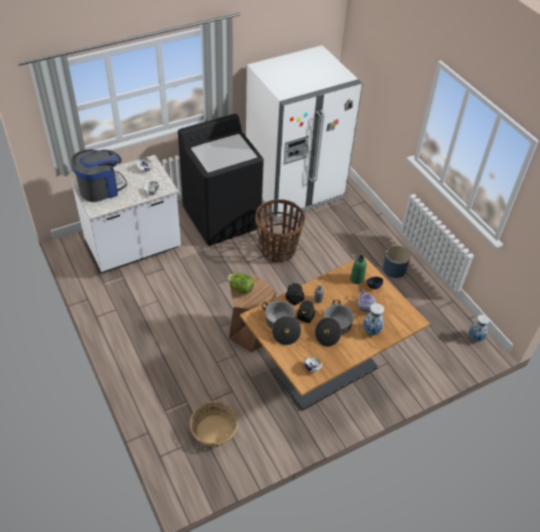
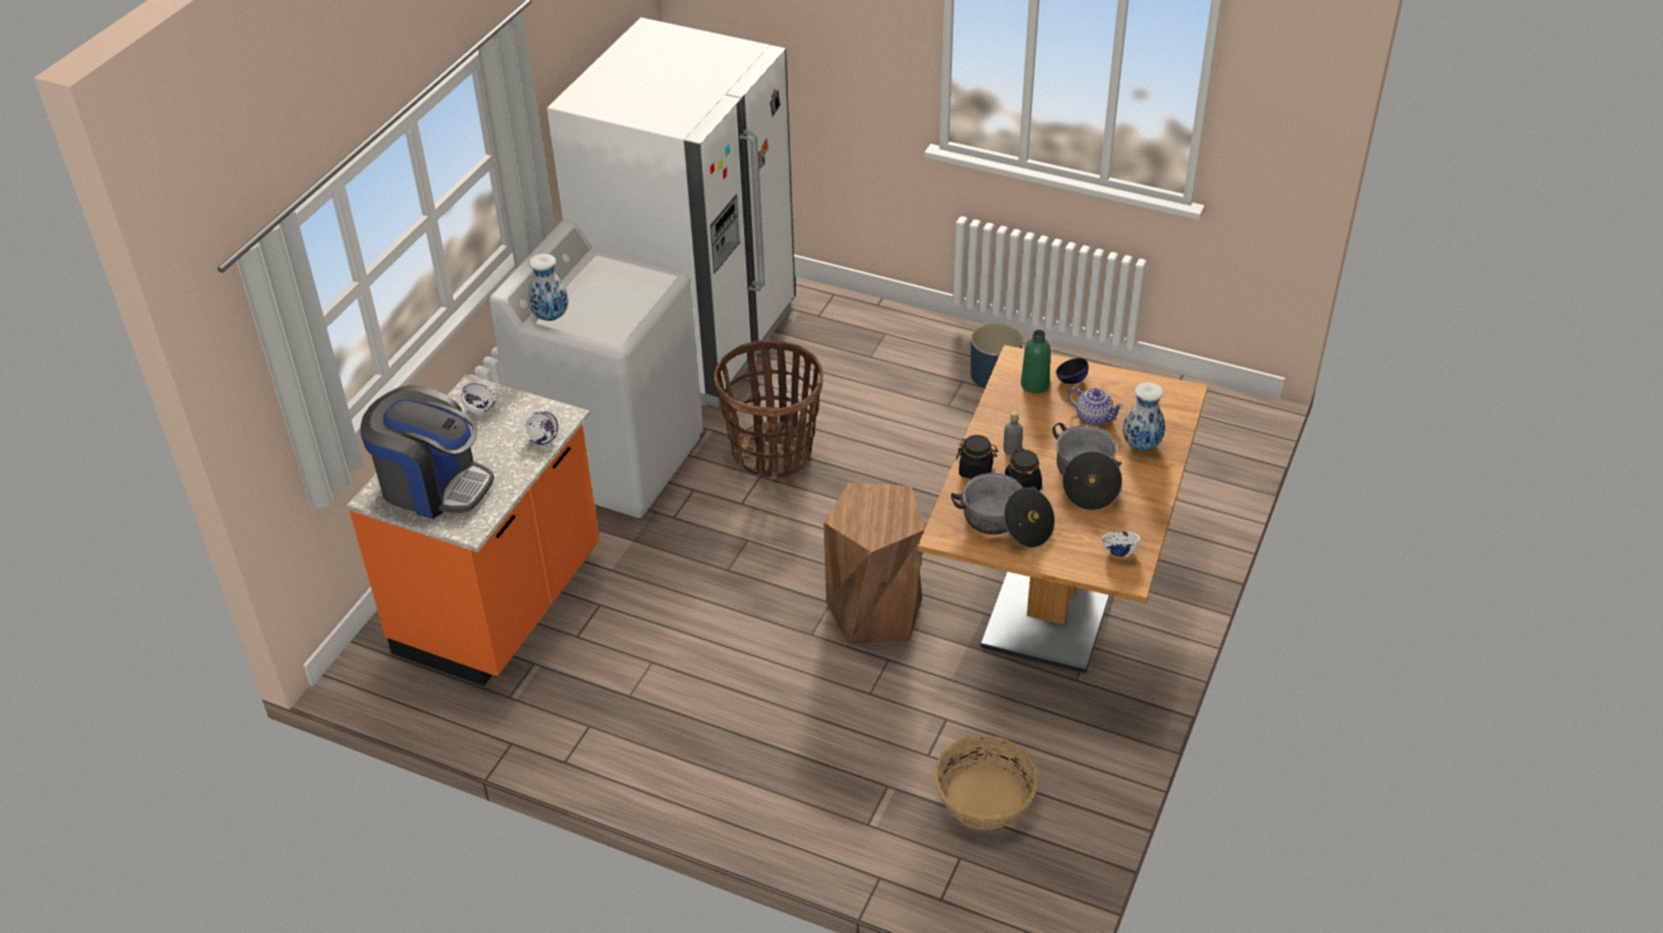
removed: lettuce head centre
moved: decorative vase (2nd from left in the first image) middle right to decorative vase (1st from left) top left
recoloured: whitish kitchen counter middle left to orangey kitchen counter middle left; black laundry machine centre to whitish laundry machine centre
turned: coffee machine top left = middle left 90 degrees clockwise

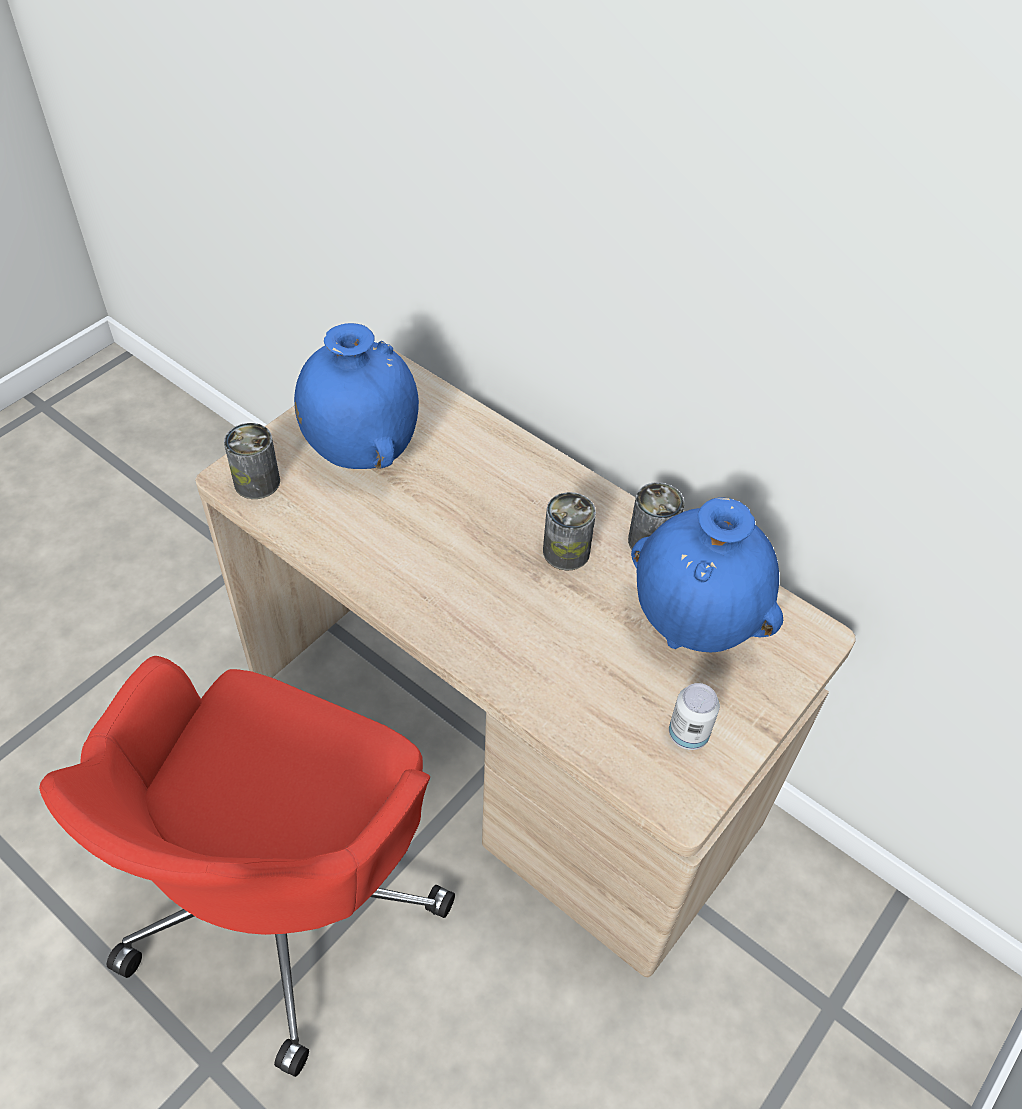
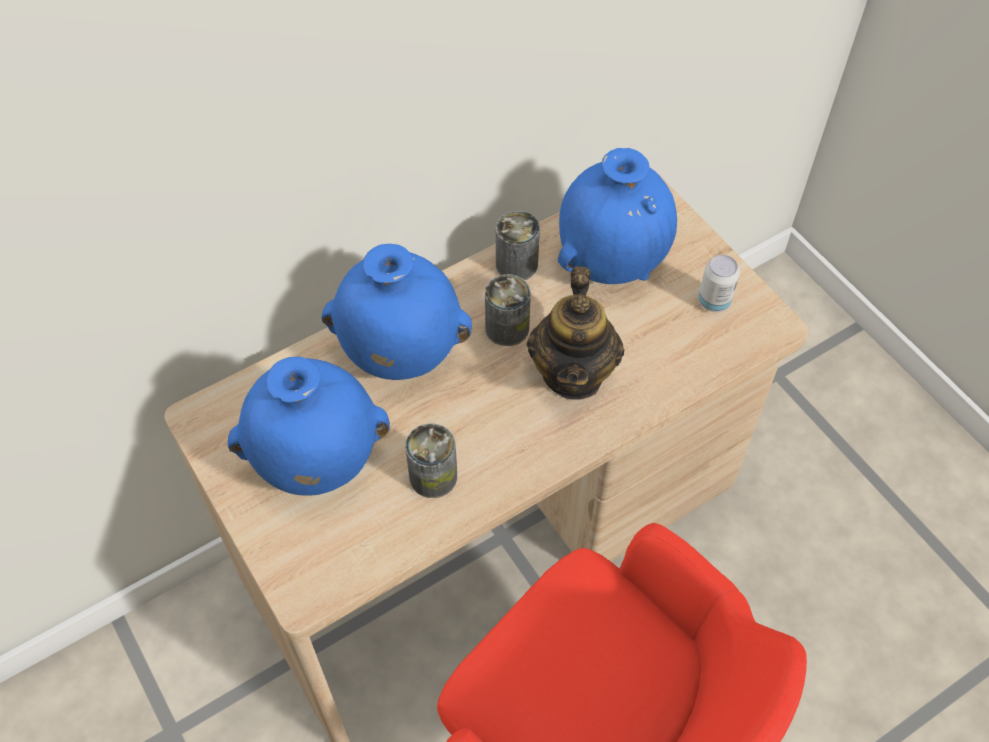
added: blue-coloured decorative vase (2nd from left) centre; tea pot centre
moved: can (1st from left) middle left to centre

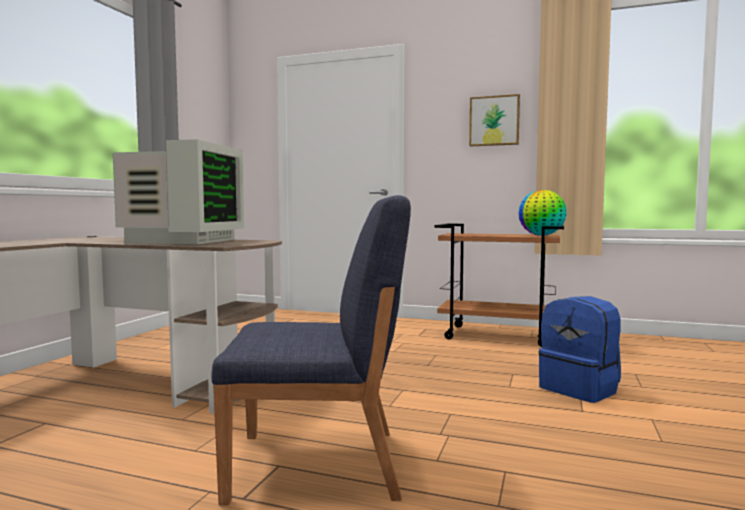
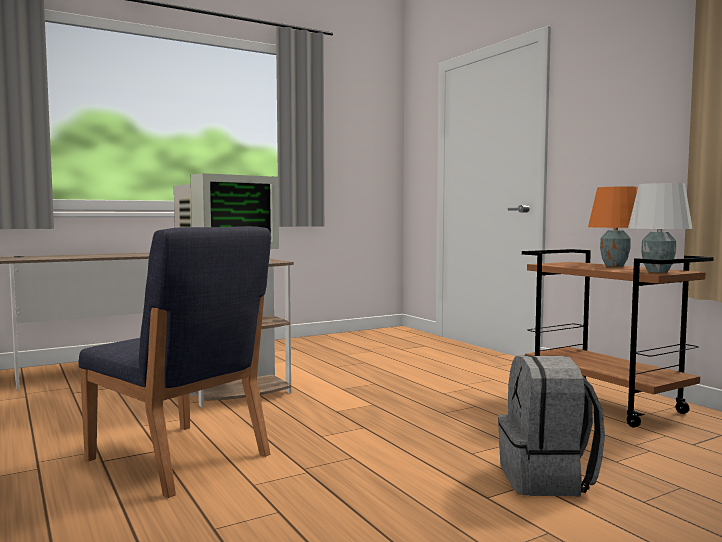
removed: wall picture top centre
added: orangey table lamp middle right
replaced: desk globe middle right to whitish table lamp middle right
recoloured: blue-coloured backpack bottom right to gray backpack bottom right

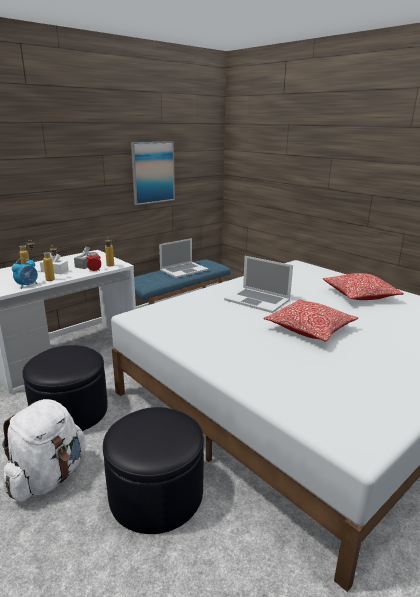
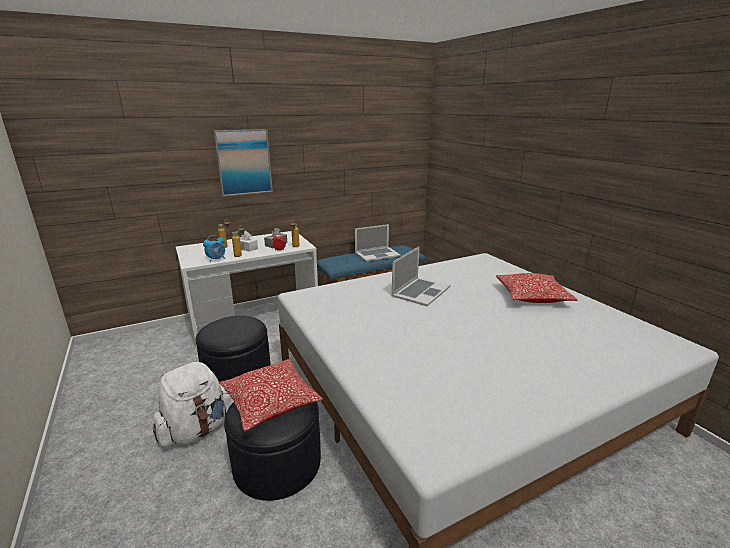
moved: wall picture top centre to top left; throw pillow (1st from left) middle right to bottom centre
turned: laptop (2nd from left) centre = centre 105 degrees counterclockwise

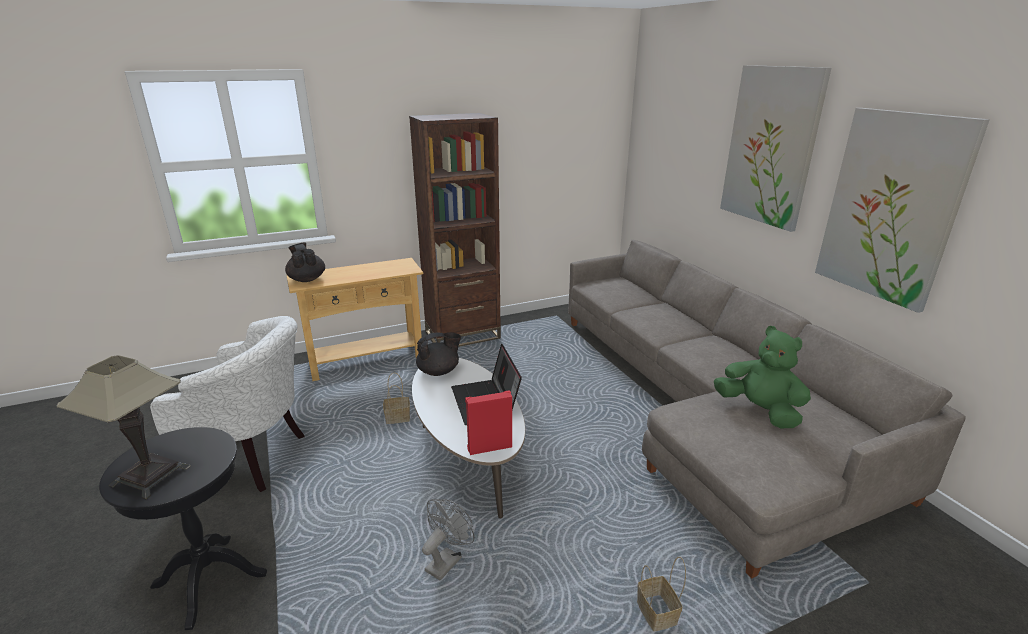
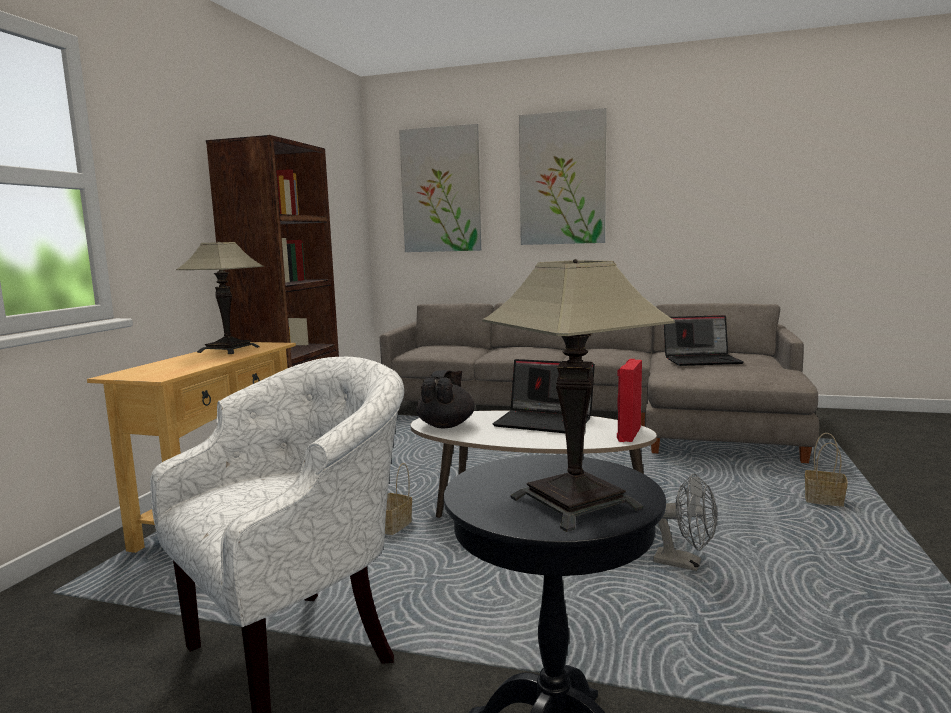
removed: black tea pot (1st from left) middle left
added: table lamp (1st from left) middle left
moved: wall picture (2nd from left in the first image) top right to wall picture (1st from left) top centre
replaced: green cuddly toy middle right to laptop (2nd from left) middle right
turned: gray electric fan bottom centre = bottom right 135 degrees clockwise

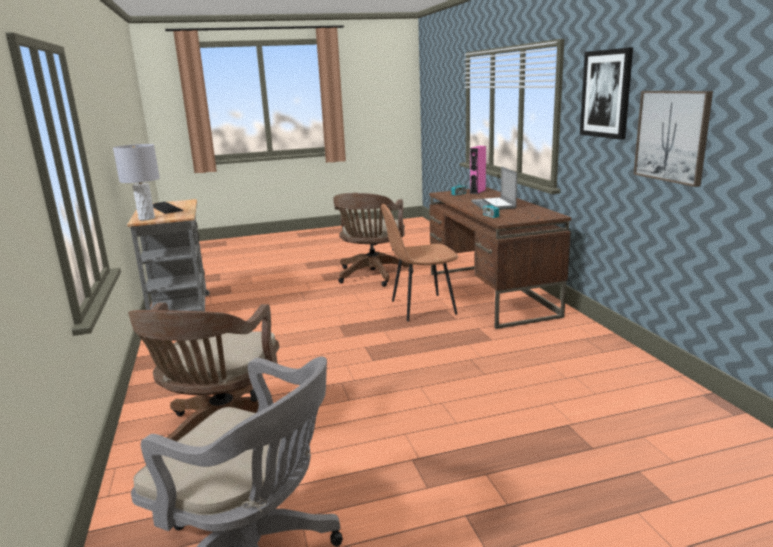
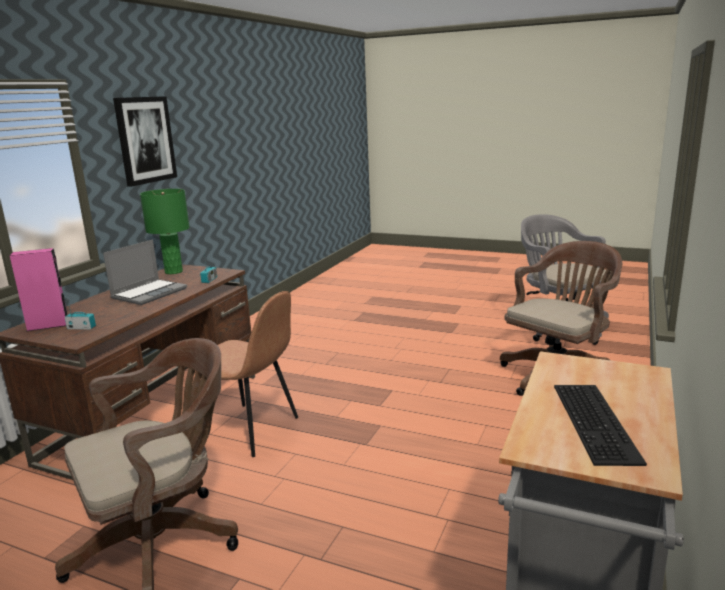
removed: gray table lamp top left; wall picture (2nd from left) top right
added: green table lamp middle left

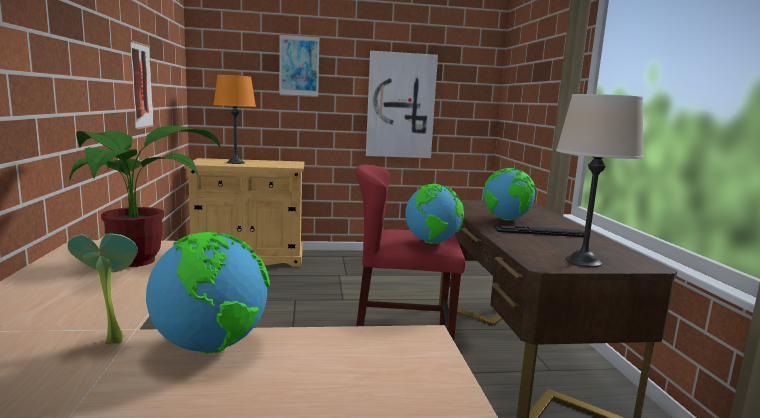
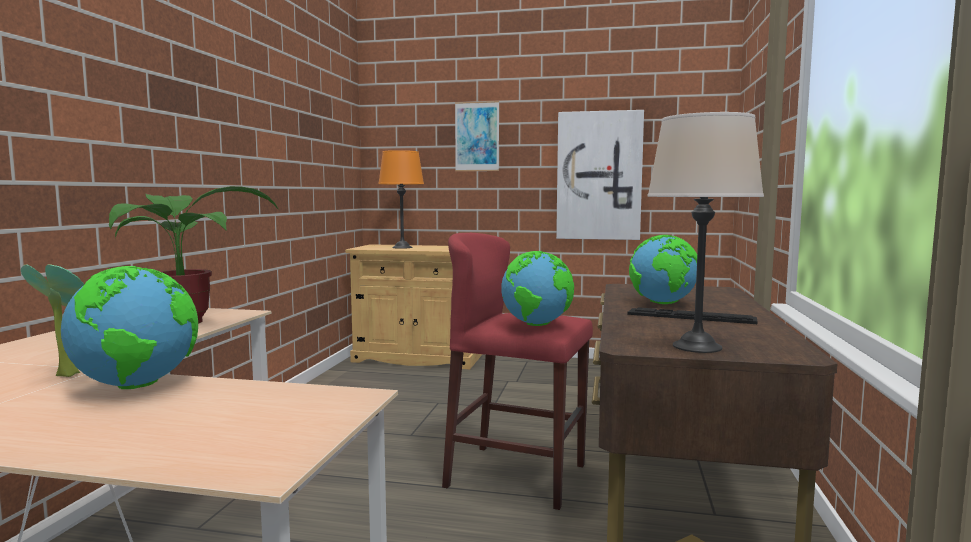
removed: wall picture (1st from left) top left

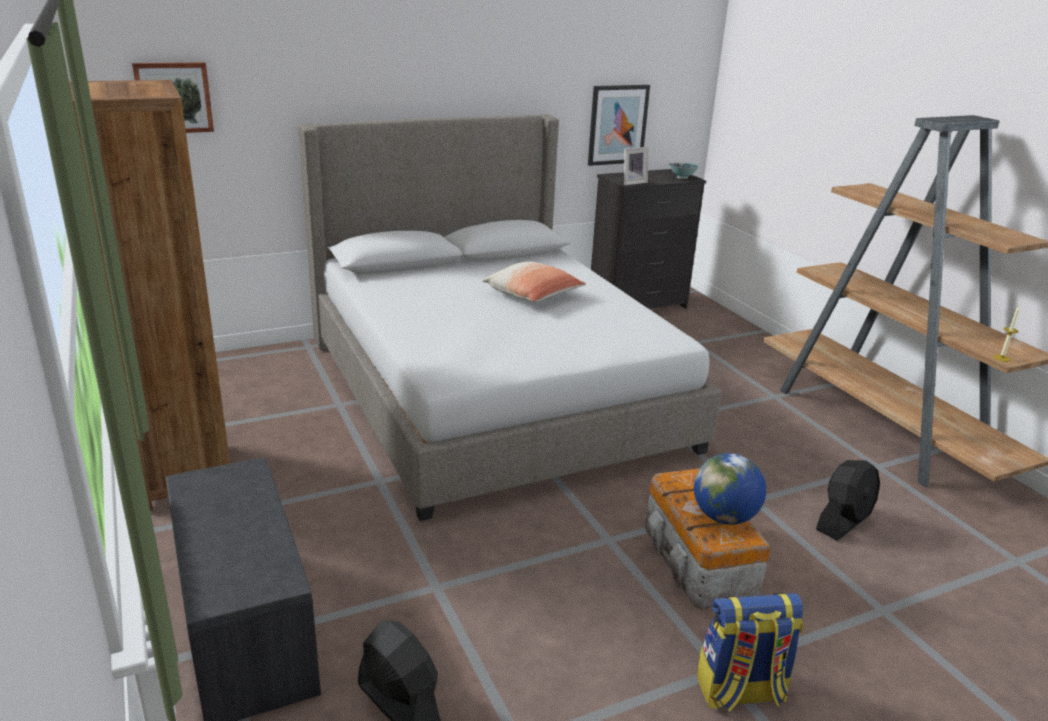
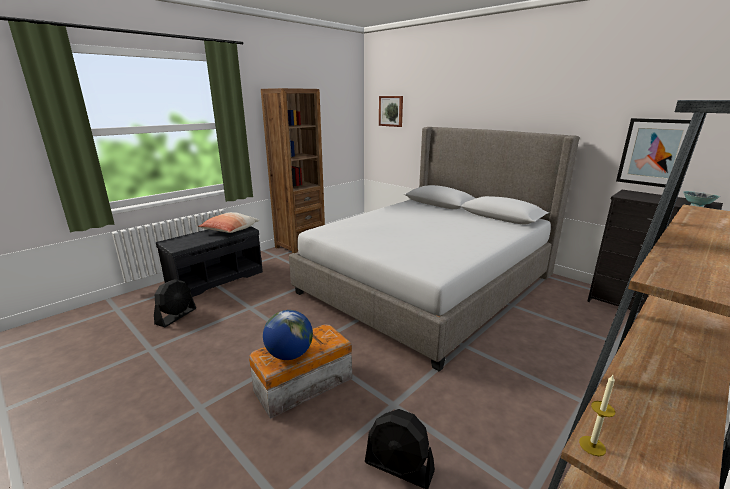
removed: photo frame top centre; backpack bottom right
moved: throw pillow centre to middle left

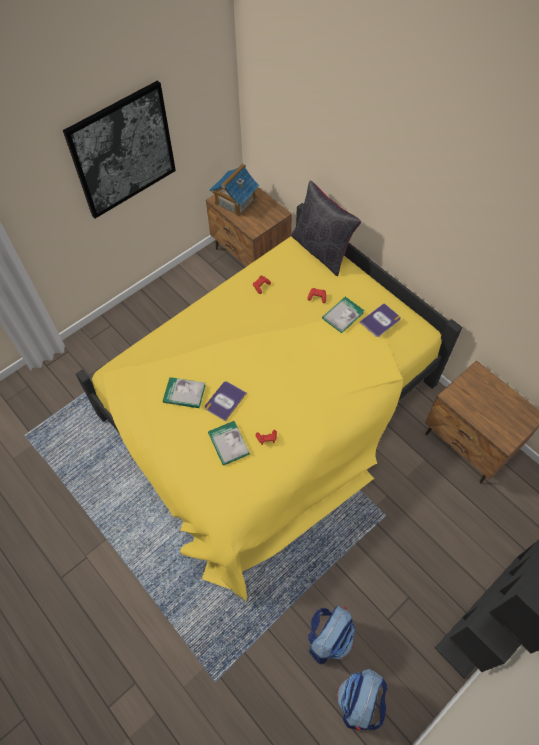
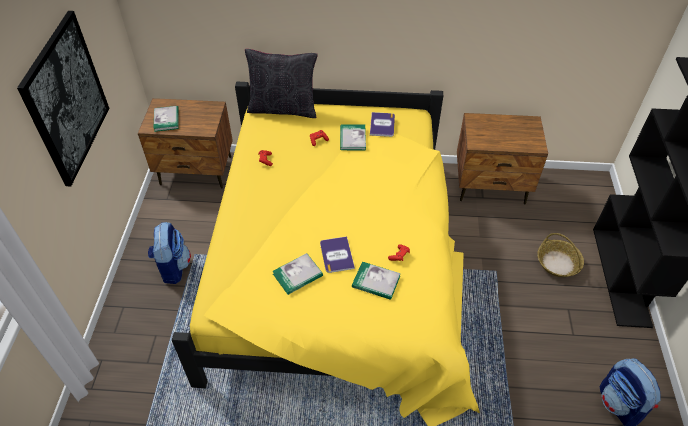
added: basket middle right
moved: backpack (1st from left) bottom centre to middle left
replaced: model house top centre to volume (1st from left) top left

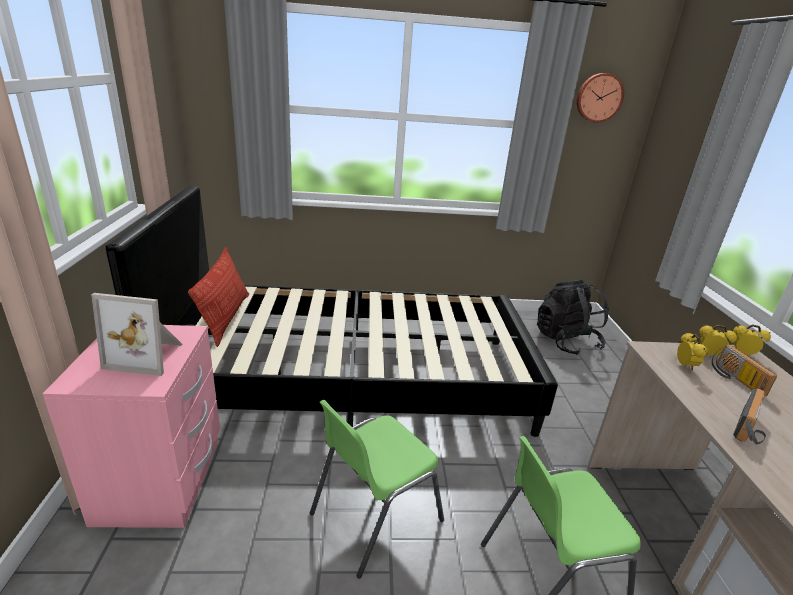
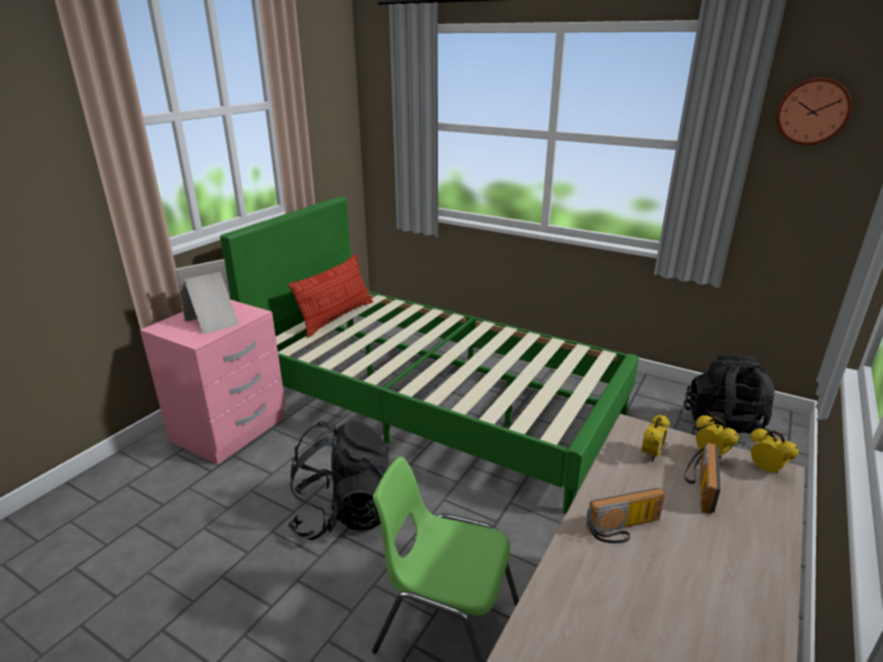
replaced: green chair (1st from left) bottom centre to black backpack (1st from left) bottom centre
recoloured: black bedroom bed centre to green bedroom bed centre
turned: photo frame middle left = middle left 105 degrees clockwise

